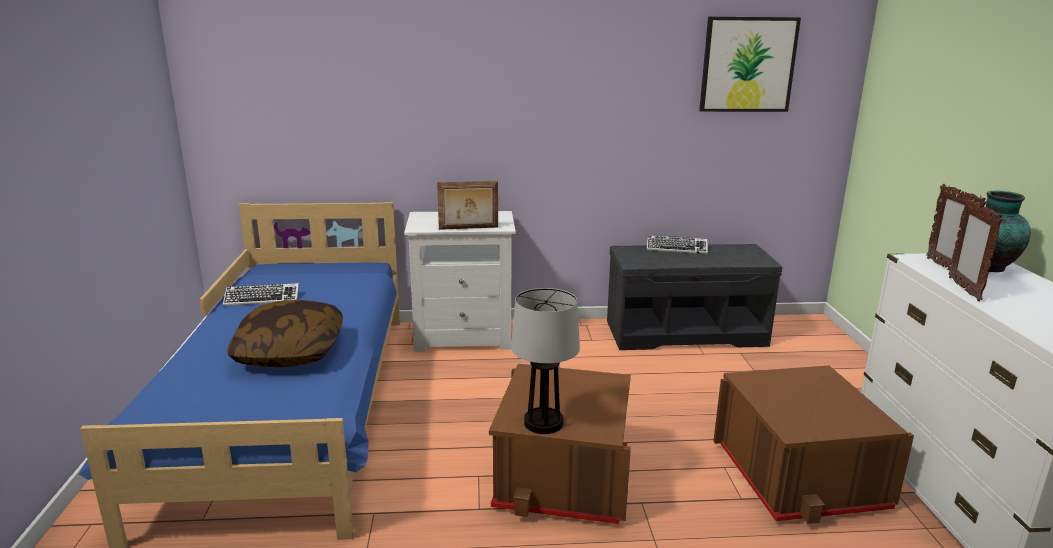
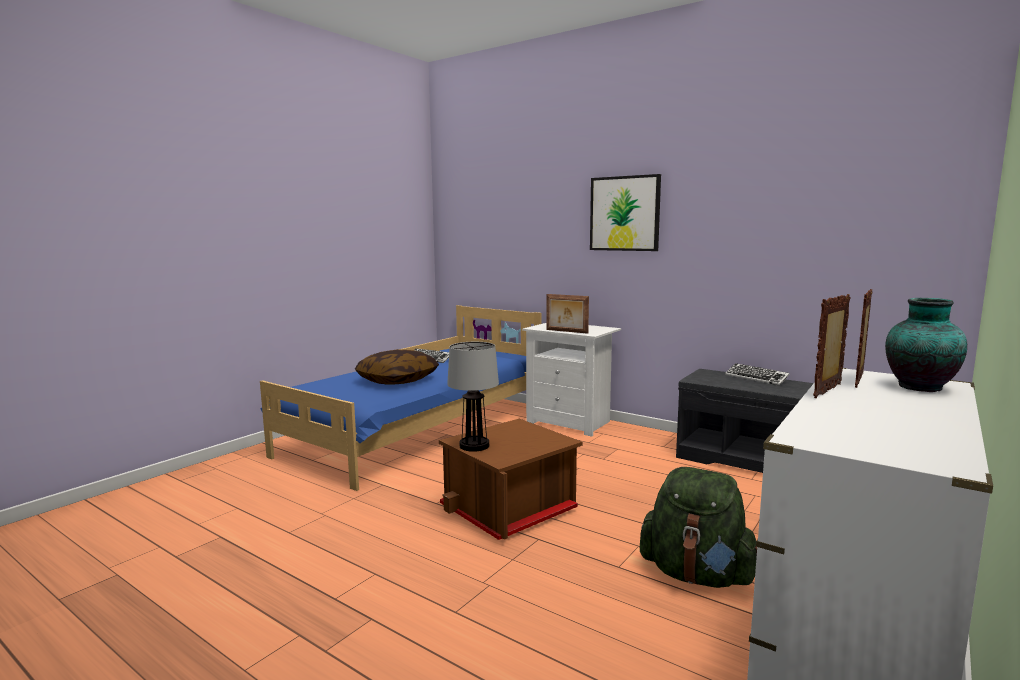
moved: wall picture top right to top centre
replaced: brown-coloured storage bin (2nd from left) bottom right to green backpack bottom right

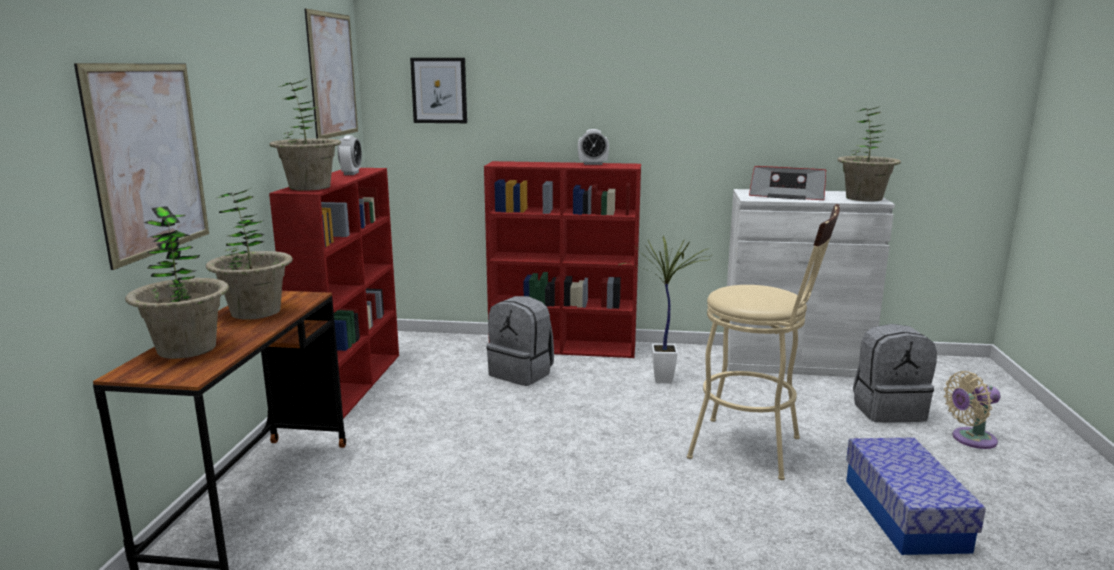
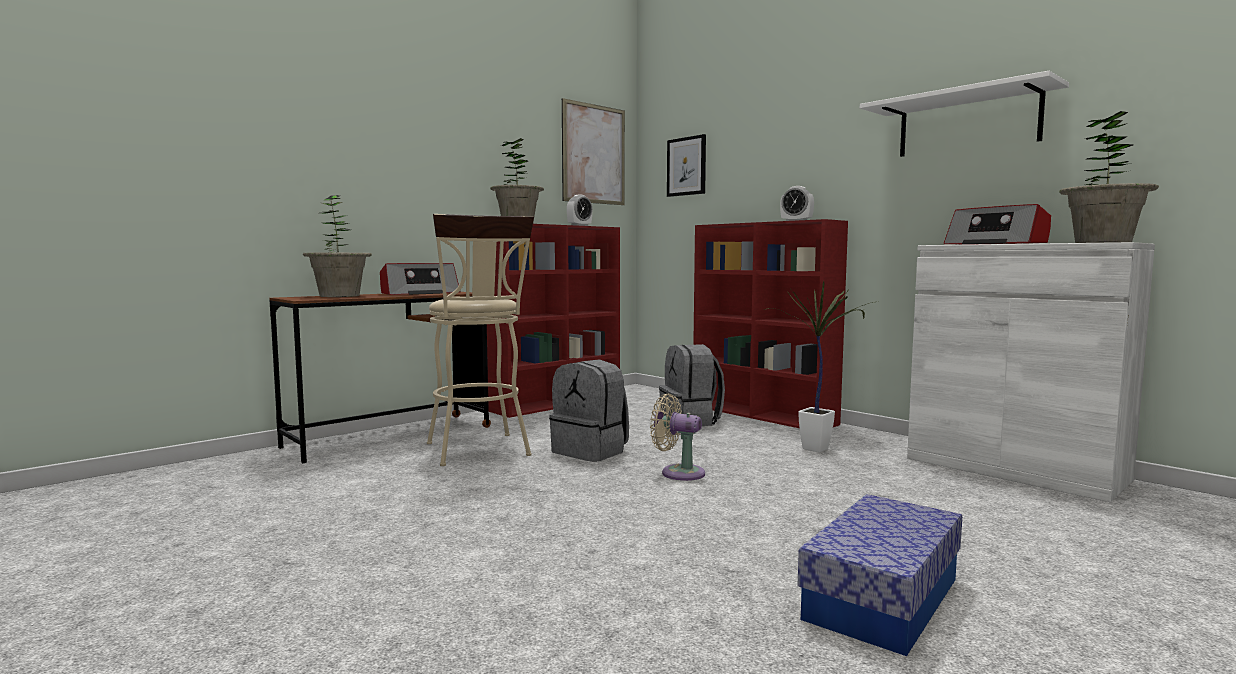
removed: wall picture (1st from left) top left
added: whitish wall shelf top right
moved: beige-coloured sitting stool middle right to centre; gray backpack (2nd from left in the first image) middle right to gray backpack (1st from left) centre; beige-coloured electric fan bottom right to centre
replaced: potted plant (2nd from left) middle left to radio (1st from left) centre

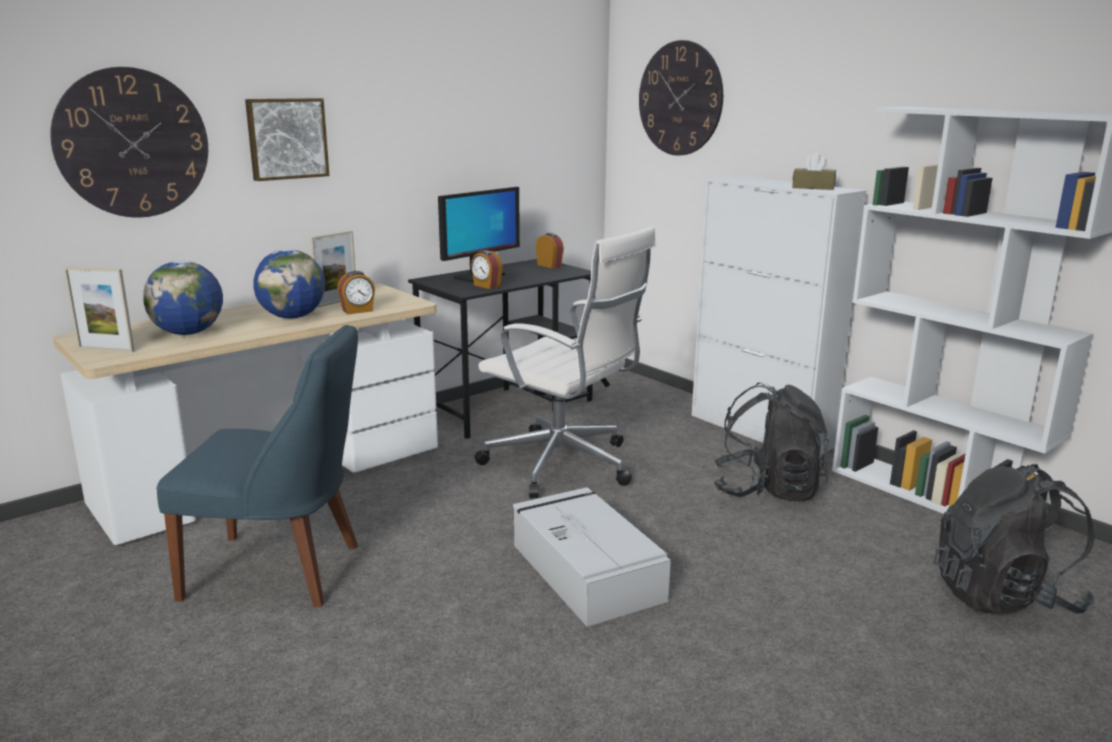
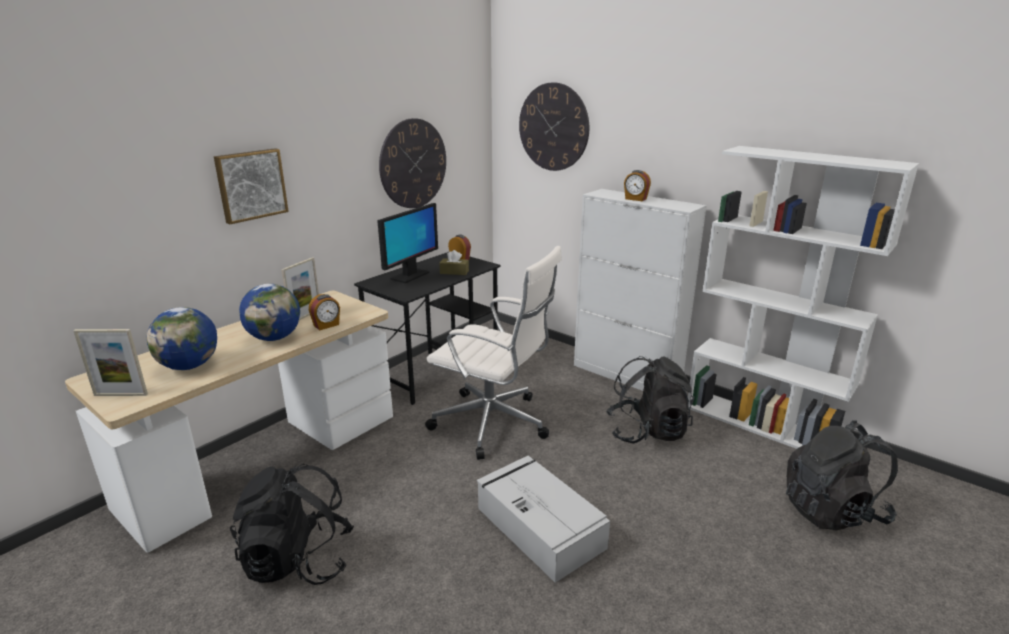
moved: wall clock (1st from left) top left to top centre; brown-coloured box of tissues top right to centre; alarm clock (2nd from left in the first image) centre to alarm clock (3rd from left) top centre
replaced: blue-coloured chair middle left to black backpack (1st from left) bottom left

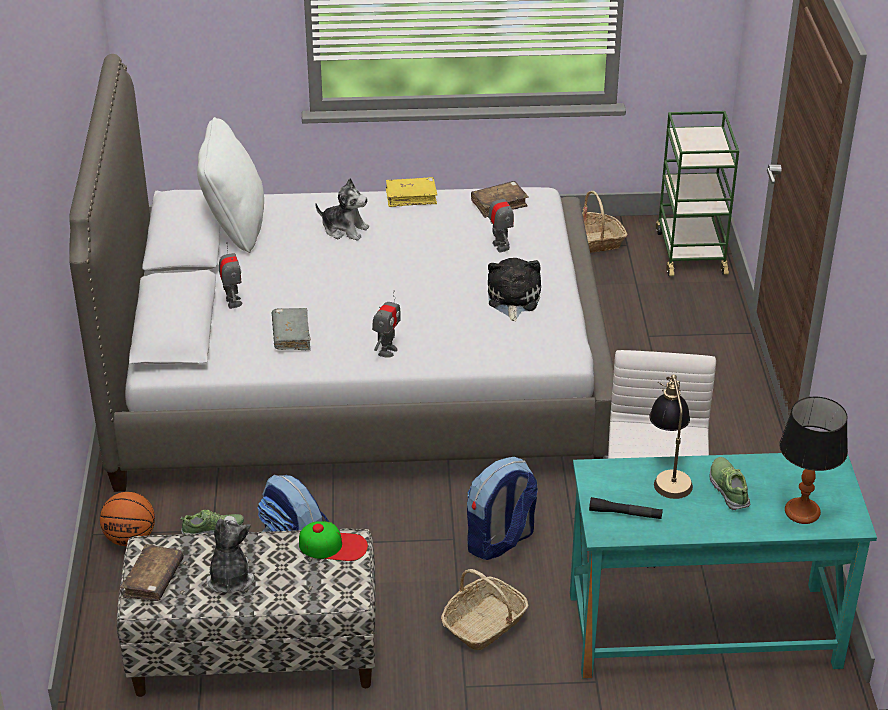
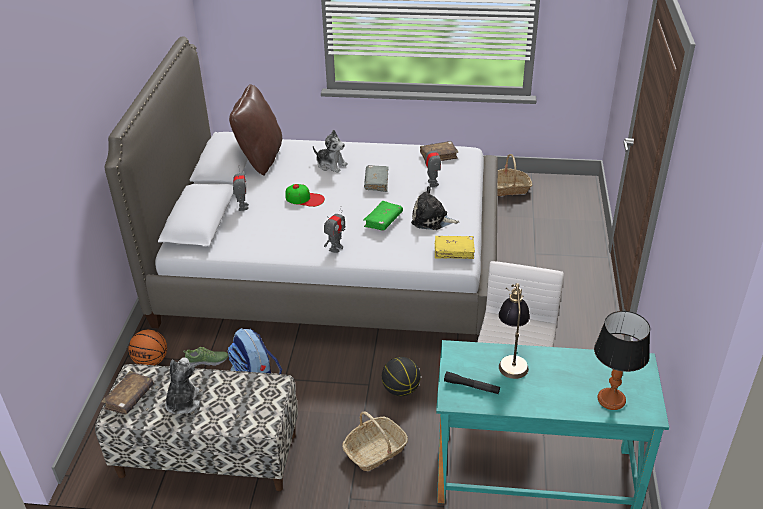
removed: green cart top right; item of footwear (2nd from left) bottom right
added: green volume centre
moved: baseball cap bottom centre to centre; gray volume middle left to centre; yellow-coloured volume top centre to centre
replaced: backpack (2nd from left) bottom centre to basketball ball (2nd from left) bottom centre
recoloured: whitish throw pillow top left to brown-coloured throw pillow top centre
turned: cuddly toy (3rd from left) centre = centre 90 degrees counterclockwise

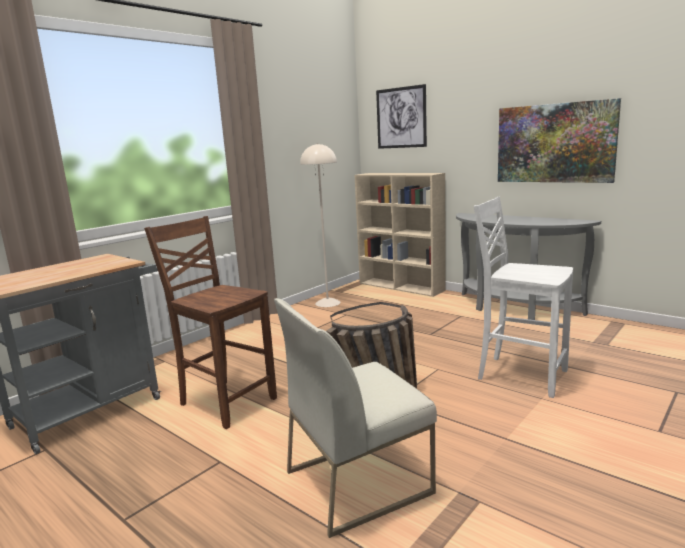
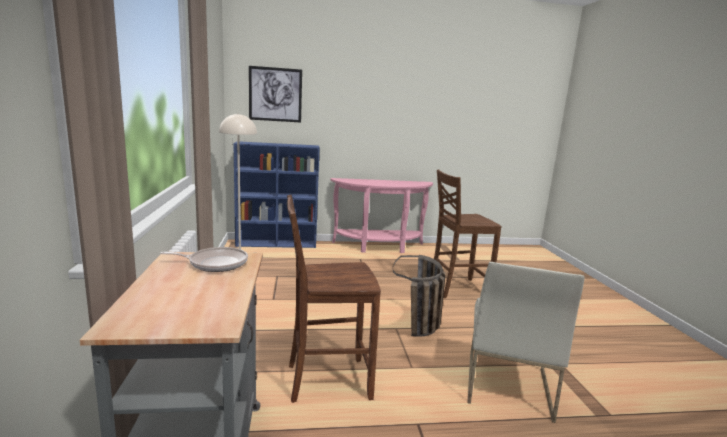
removed: wall picture (2nd from left) top right
added: pan middle left
recoloured: beige-coloured bookcase centre to blue-coloured bookcase centre; gray console table middle right to pinkish console table centre; whitish chair (2nd from left) middle right to brown-coloured chair (2nd from left) centre

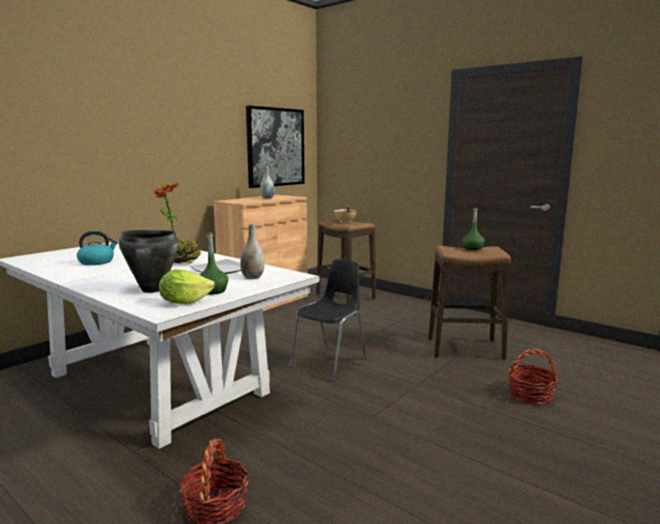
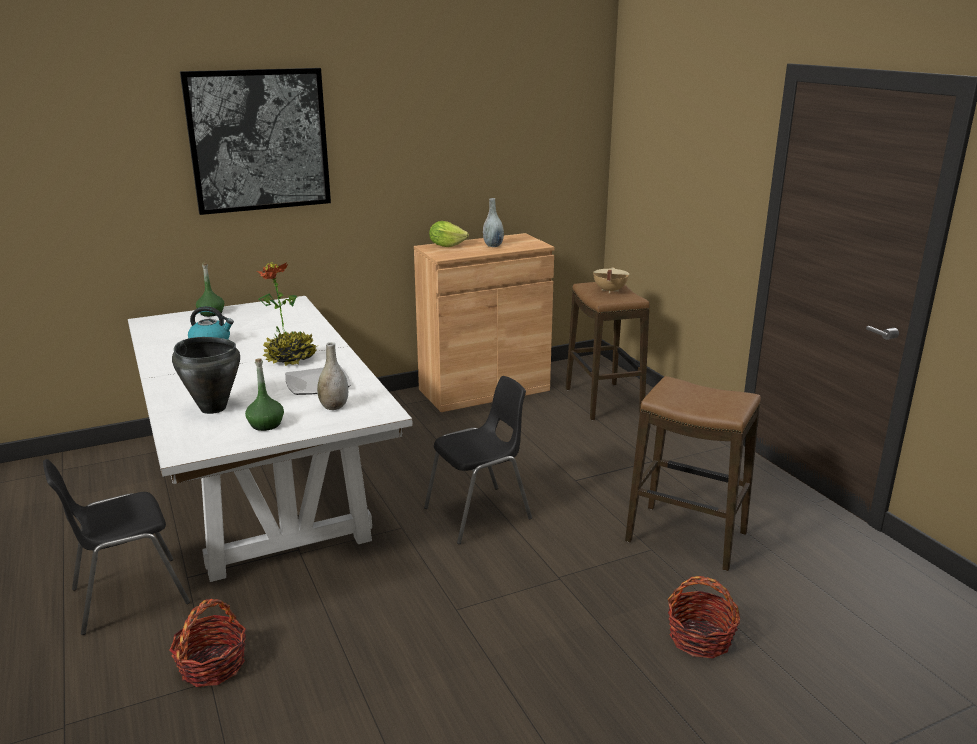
added: black chair (1st from left) bottom left
moved: wall picture top centre to top left; green drink bottle (2nd from left in the first image) middle right to green drink bottle (1st from left) middle left; lettuce head middle left to top centre

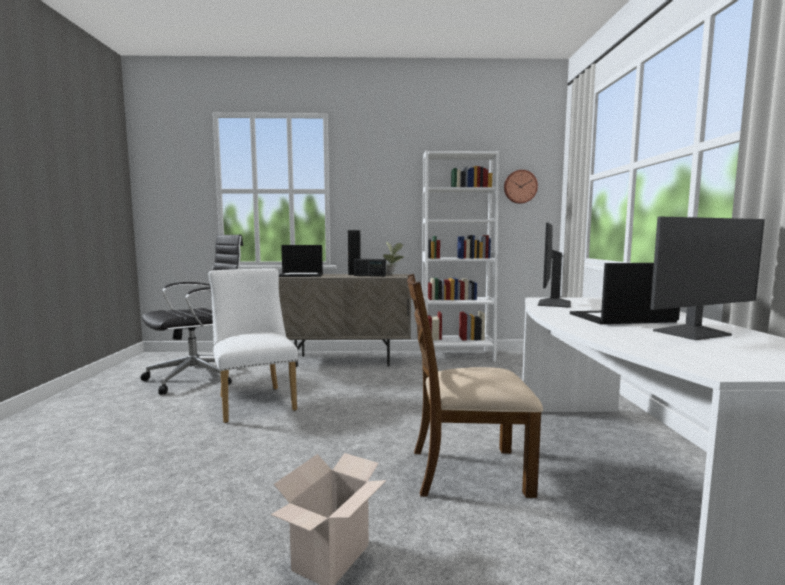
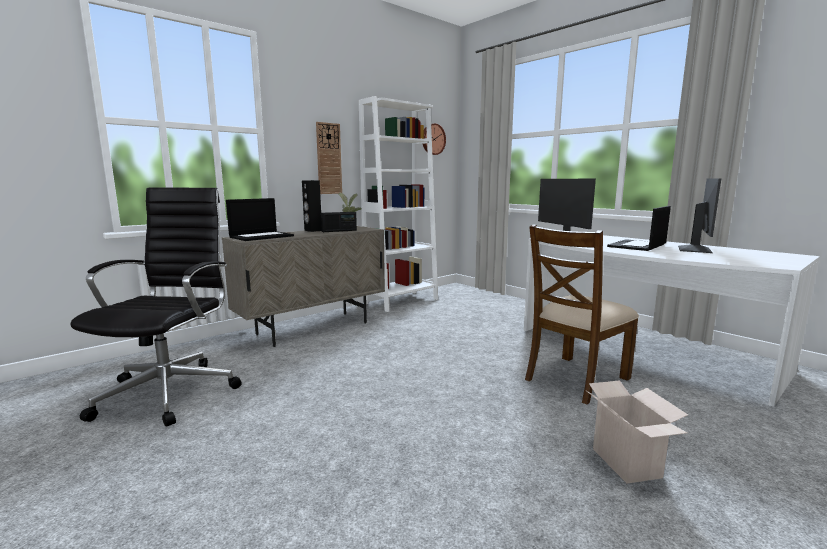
removed: whitish chair middle left
added: wall clock (1st from left) top centre

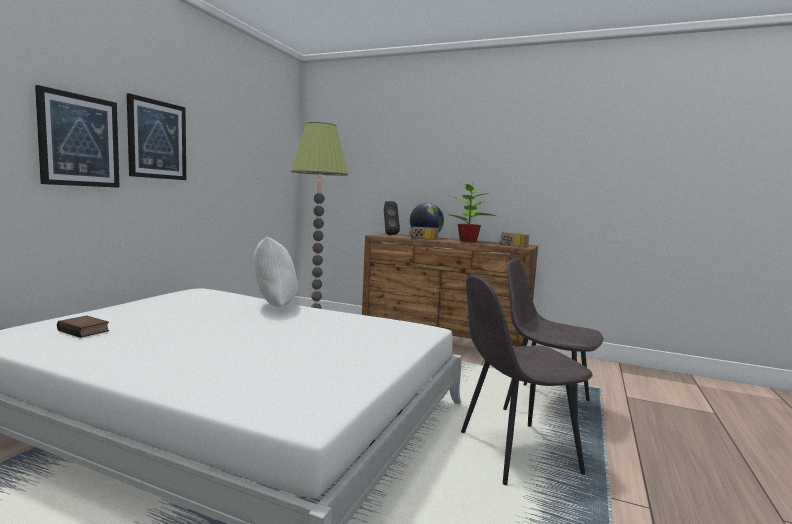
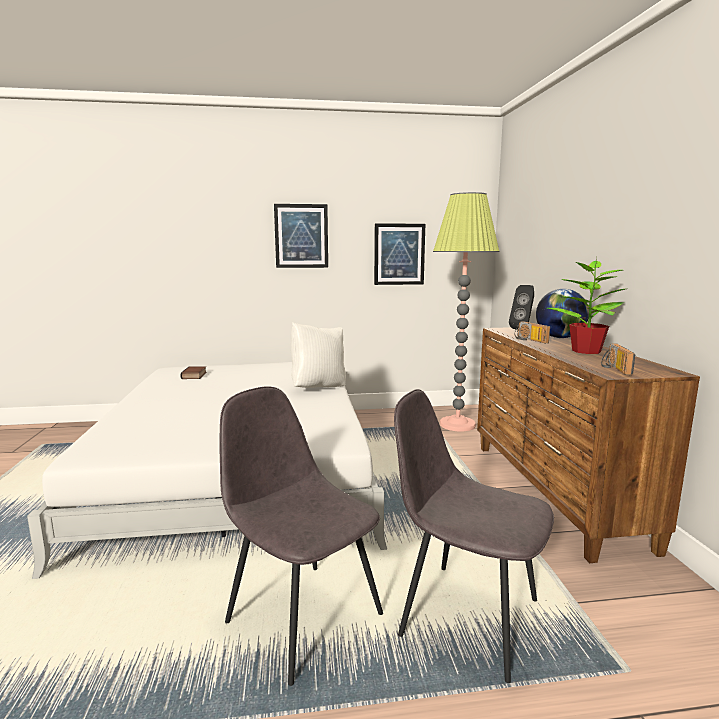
moved: wall picture (1st from left in the first image) top left to wall picture (2nd from left) centre
turned: gray chair (2nd from left) middle right = bottom centre 60 degrees counterclockwise

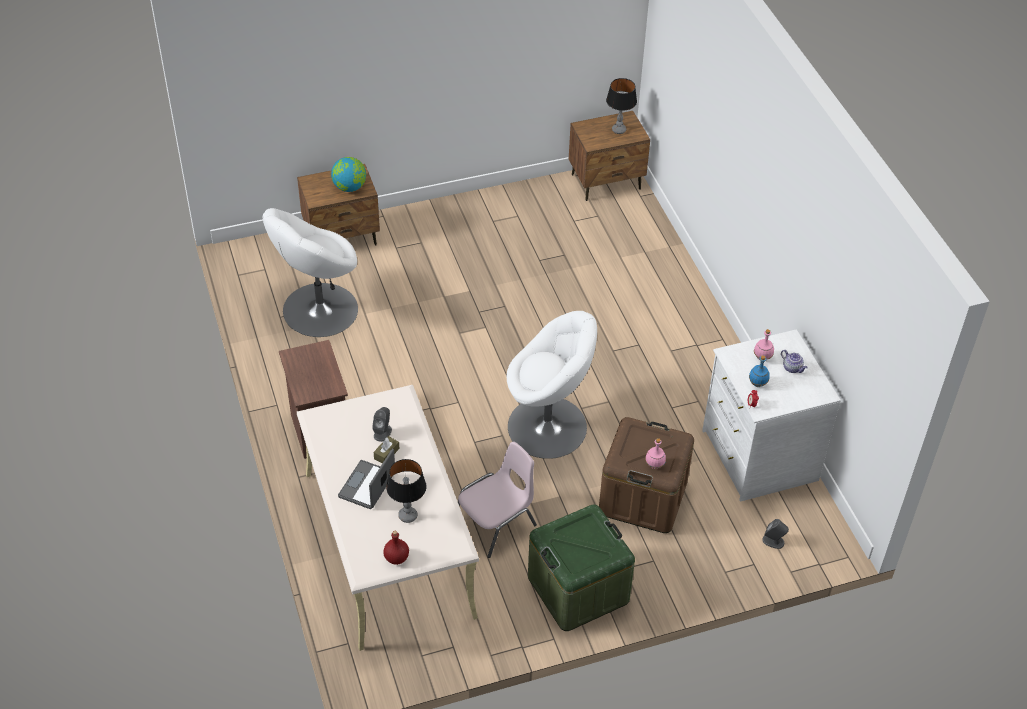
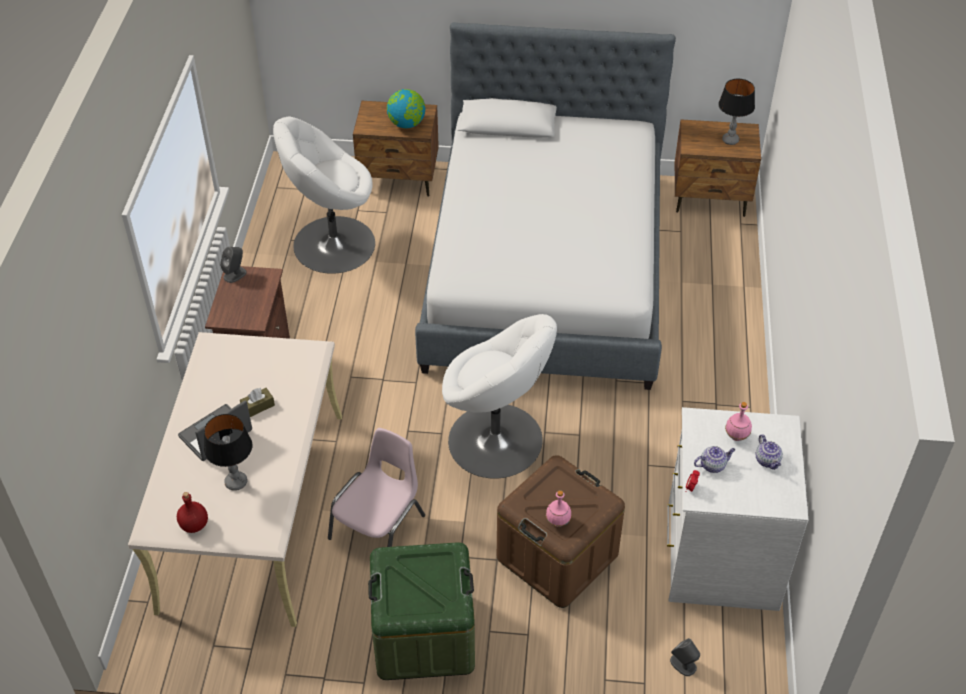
added: bedroom bed top centre
moved: gray speaker (1st from left) centre to middle left
replaced: blue-coloured drink bottle middle right to tea pot (1st from left) middle right
turned: pinkish chair bottom centre = bottom centre 45 degrees counterclockwise

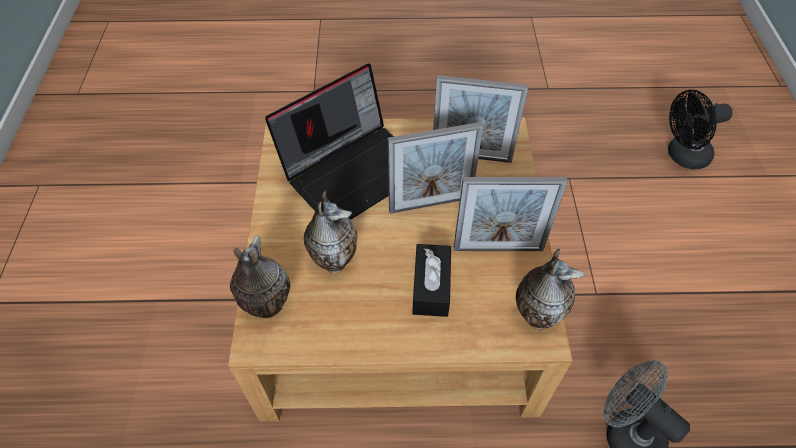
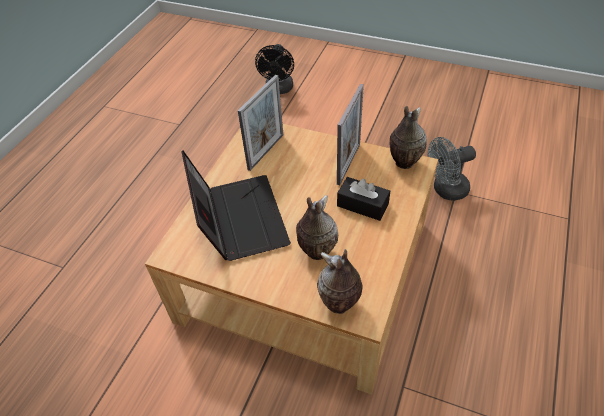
removed: photo frame (1st from left) centre

